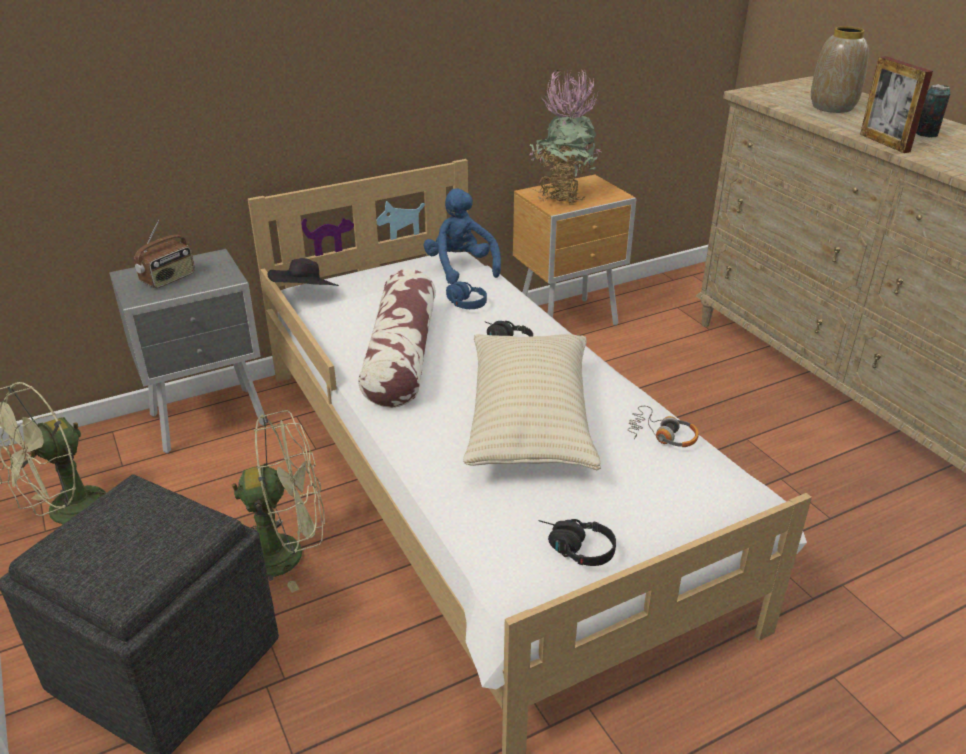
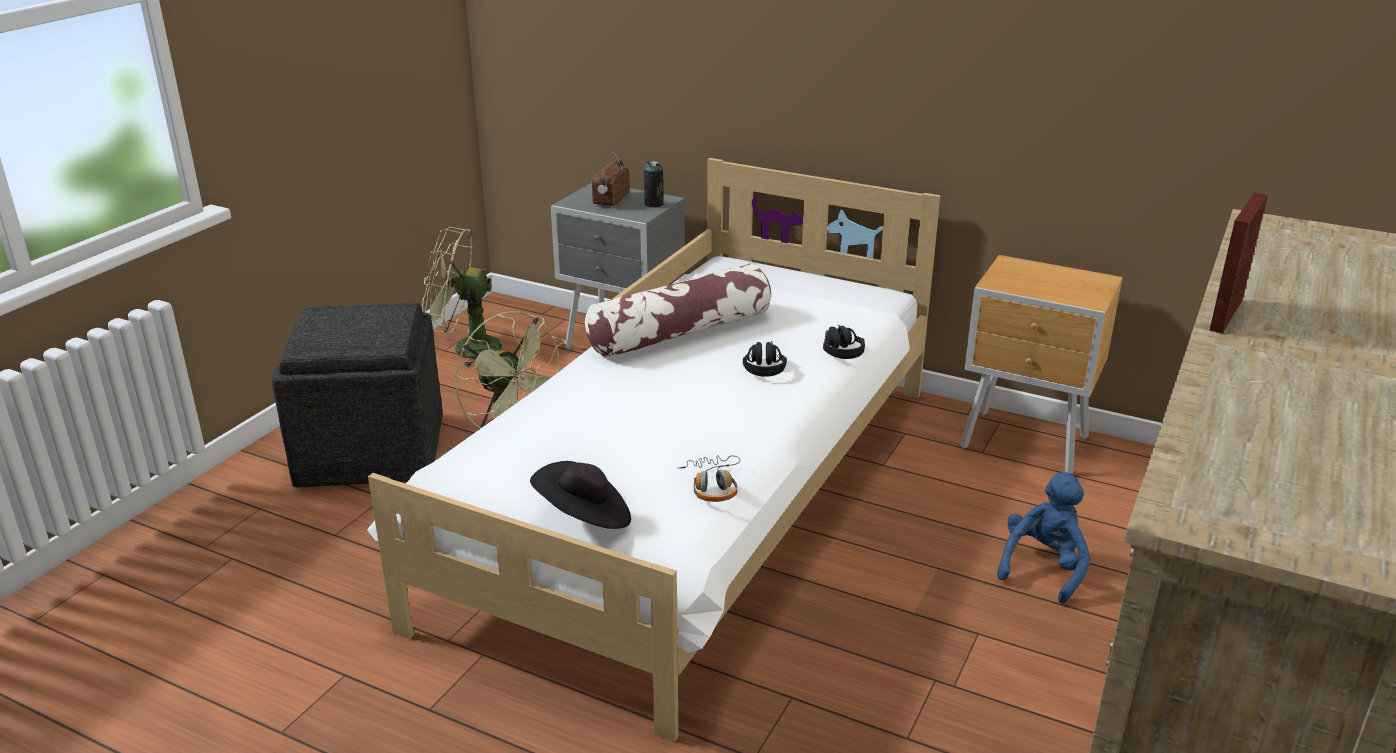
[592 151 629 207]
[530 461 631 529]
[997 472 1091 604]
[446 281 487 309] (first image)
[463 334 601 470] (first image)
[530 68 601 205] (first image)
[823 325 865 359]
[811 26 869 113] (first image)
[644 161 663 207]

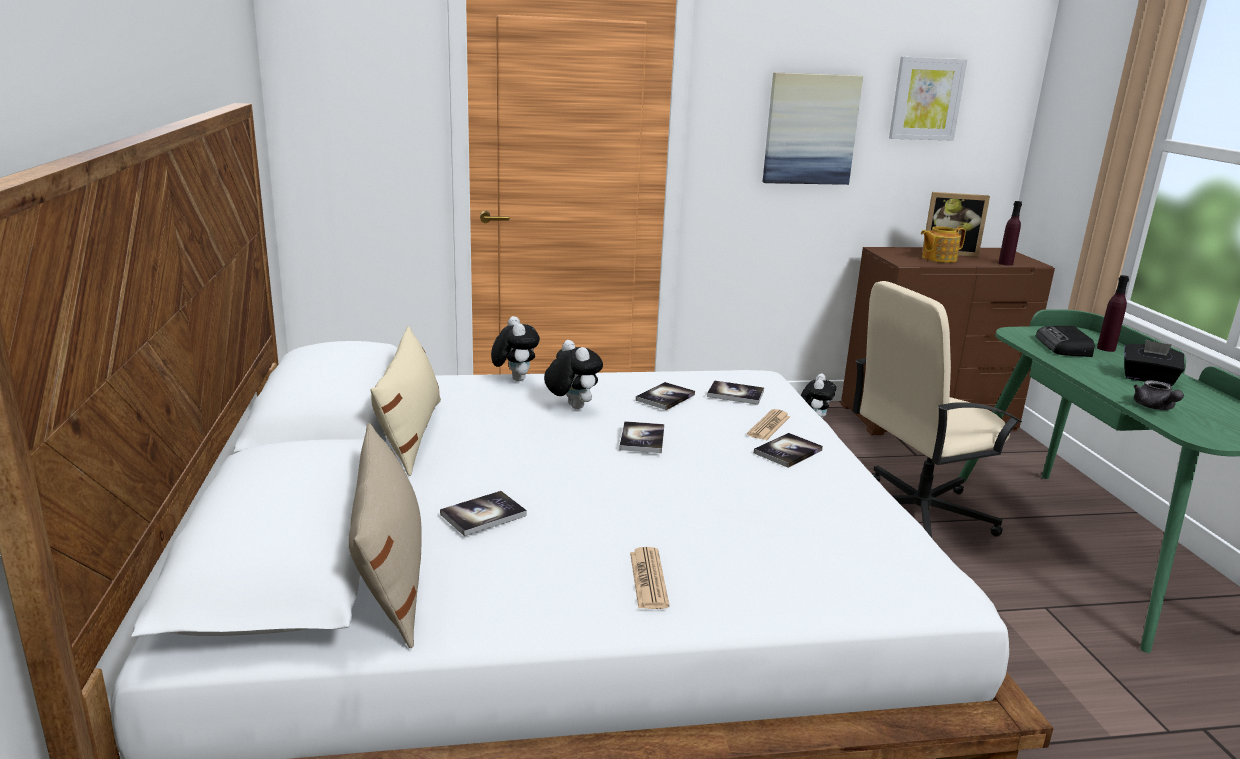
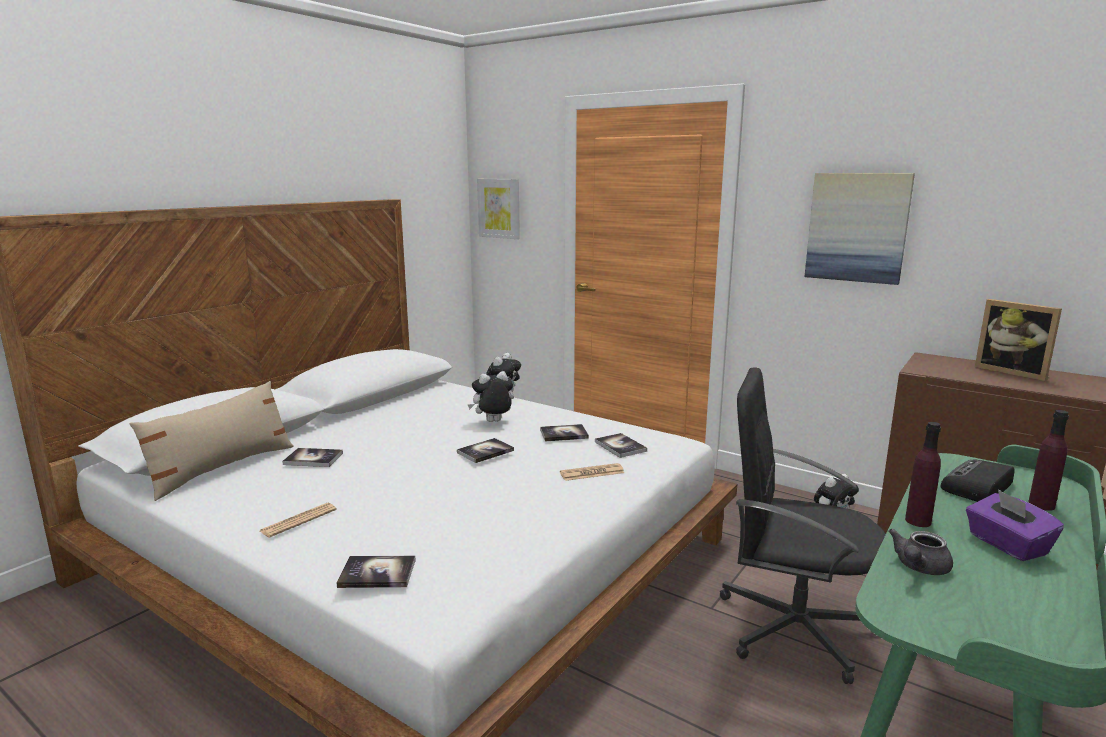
[371 326 441 476] (first image)
[468 371 514 422]
[337 556 416 588]
[720 368 886 684]
[477 179 520 239]
[921 226 966 263] (first image)
[905 422 941 527]
[966 489 1064 561]

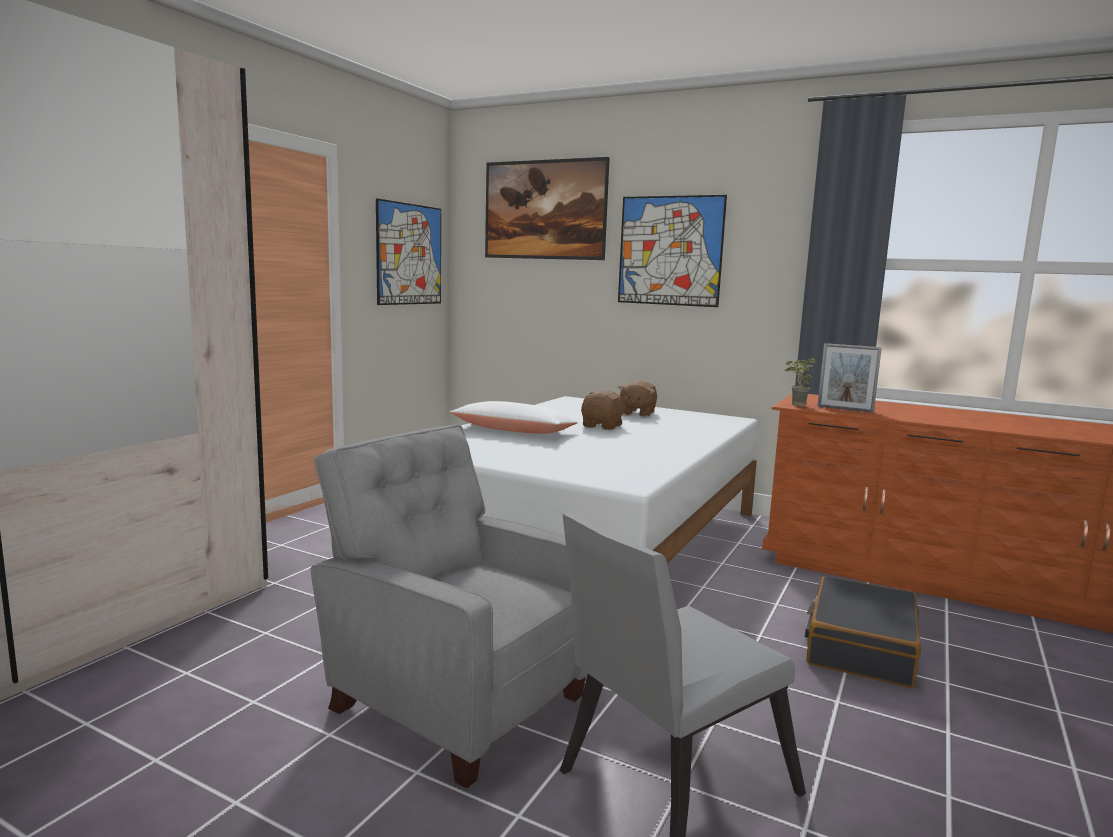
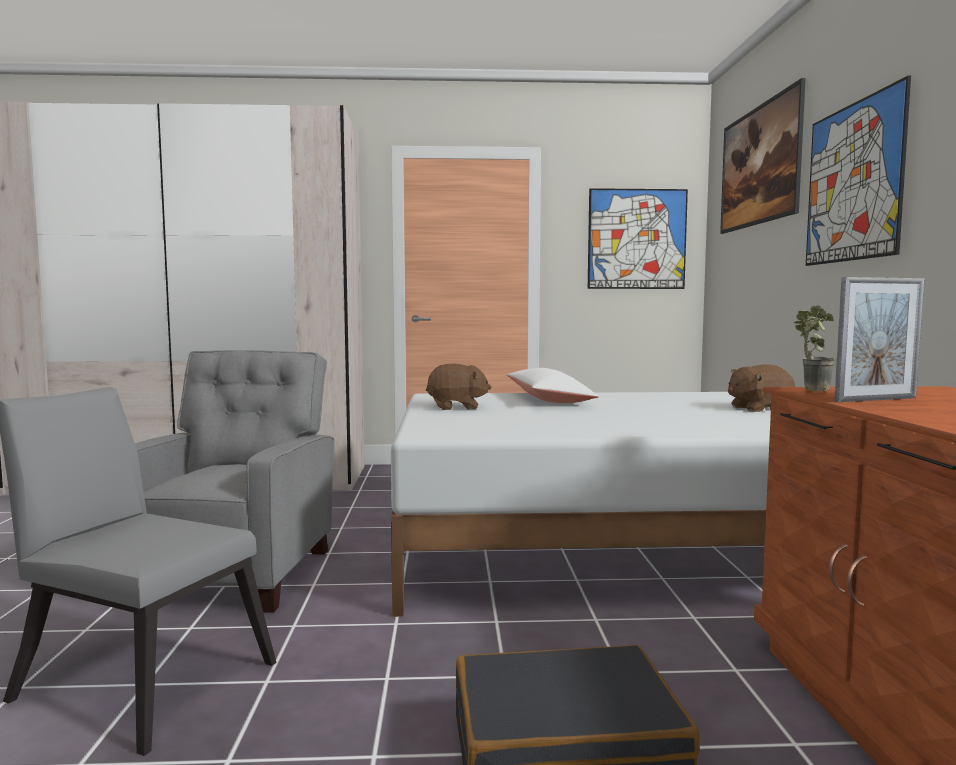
[426 364 492 410]
[834 277 924 402]

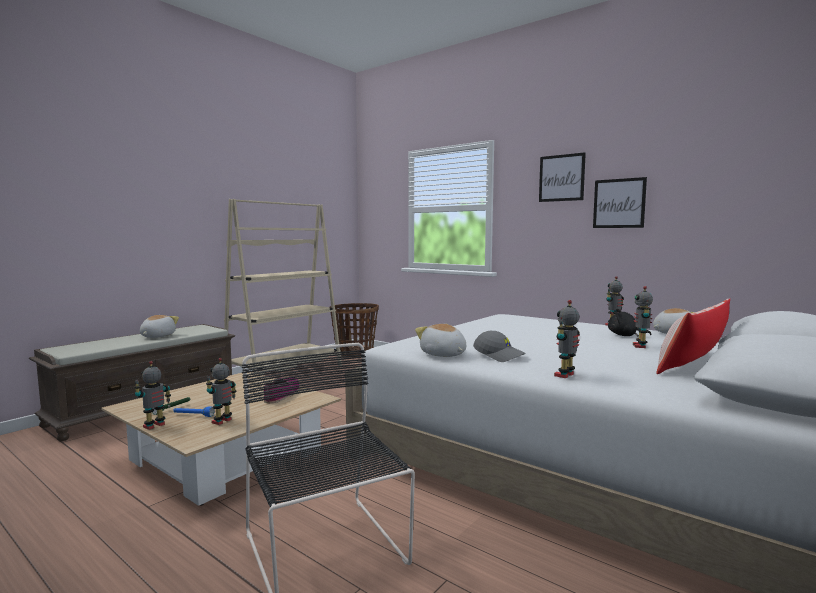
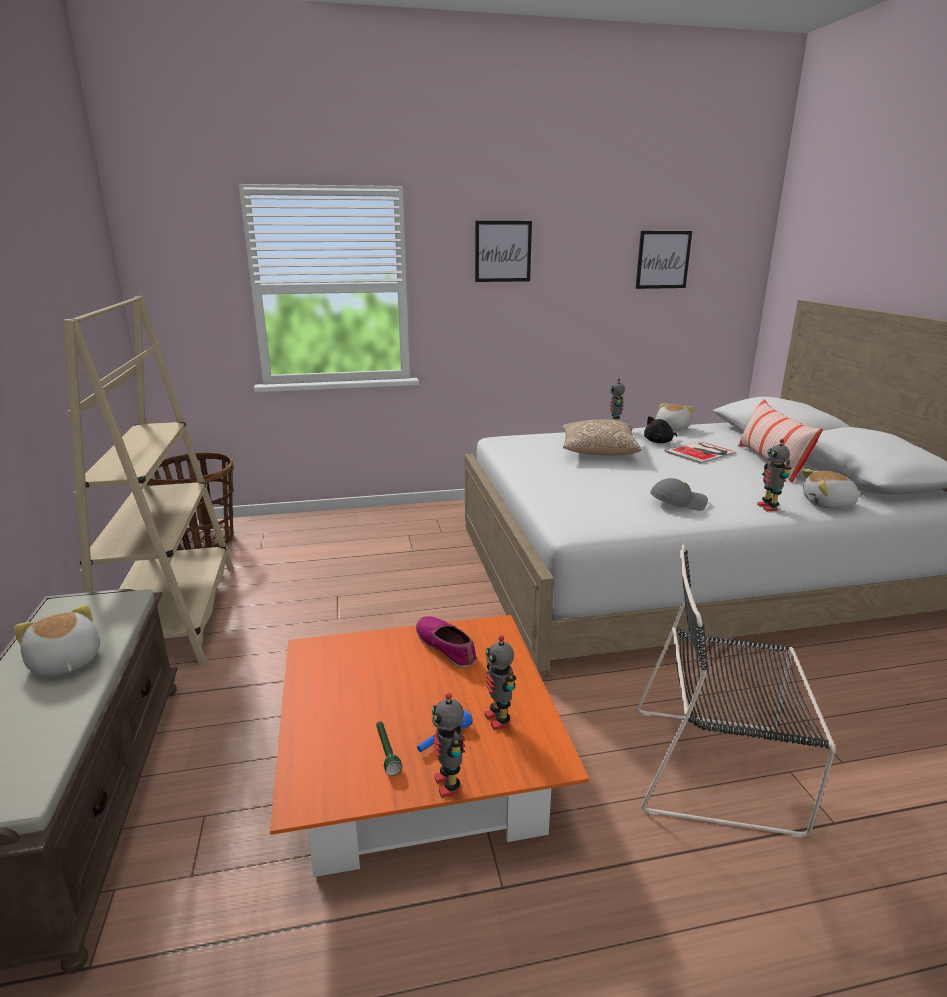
[270 615 589 877]
[802 469 863 509]
[636 231 692 289]
[665 441 736 464]
[562 420 641 456]

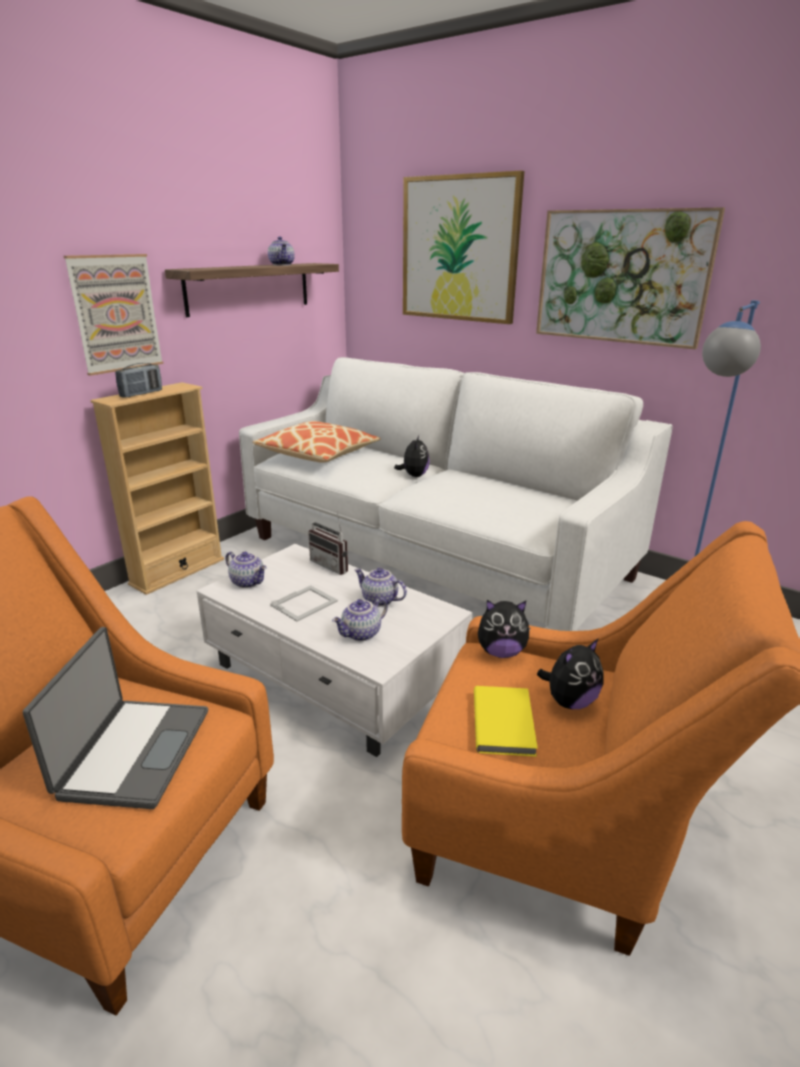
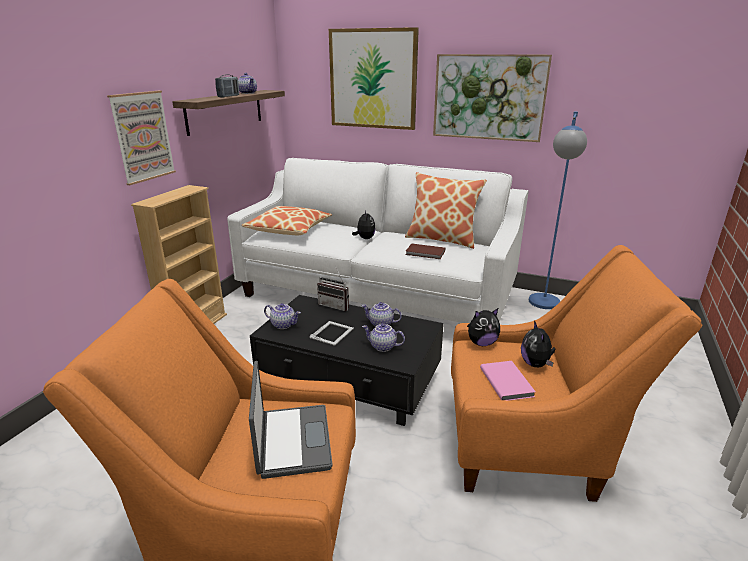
[215 74 239 97]
[250 295 444 426]
[362 323 405 352]
[480 361 536 400]
[521 321 555 368]
[405 172 487 249]
[406 243 445 259]

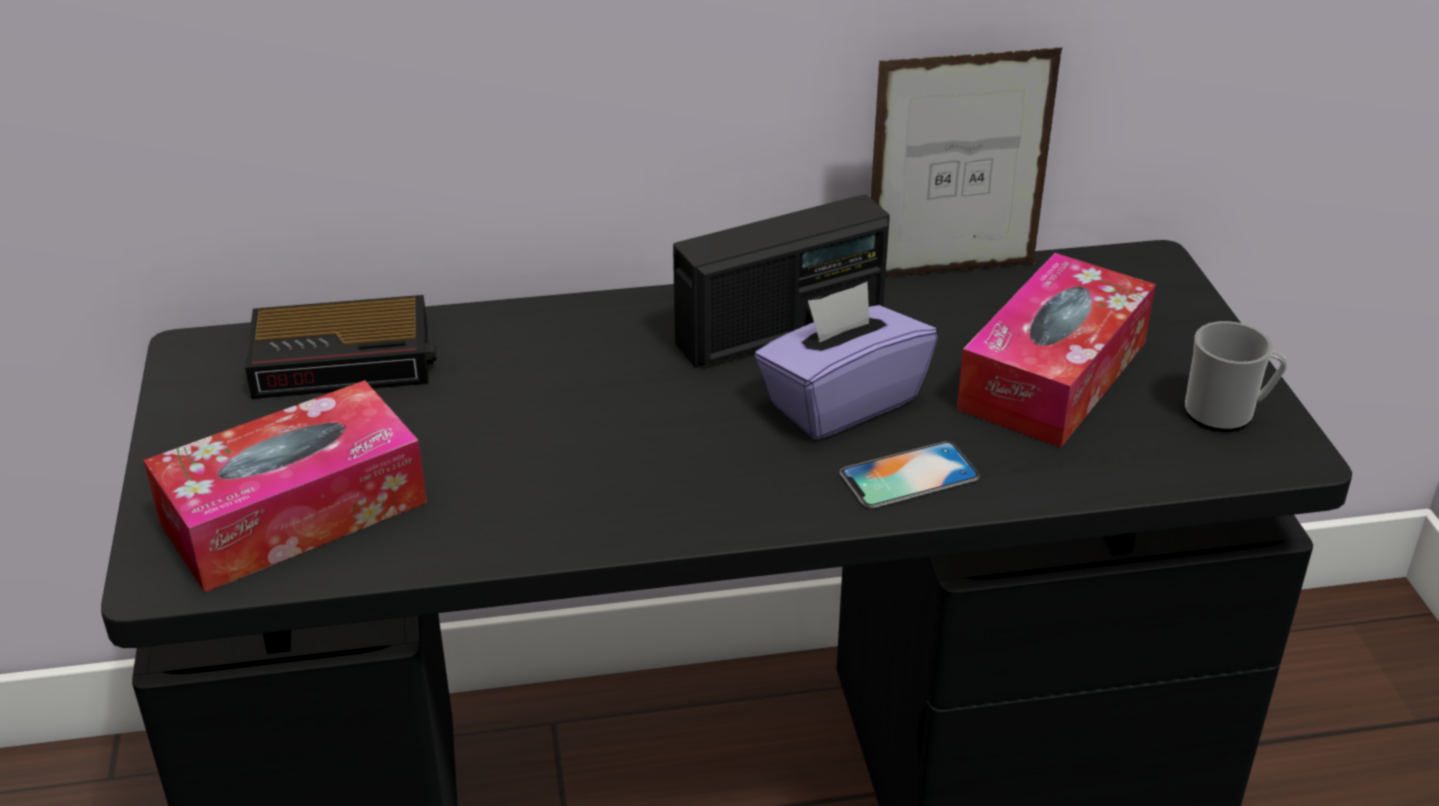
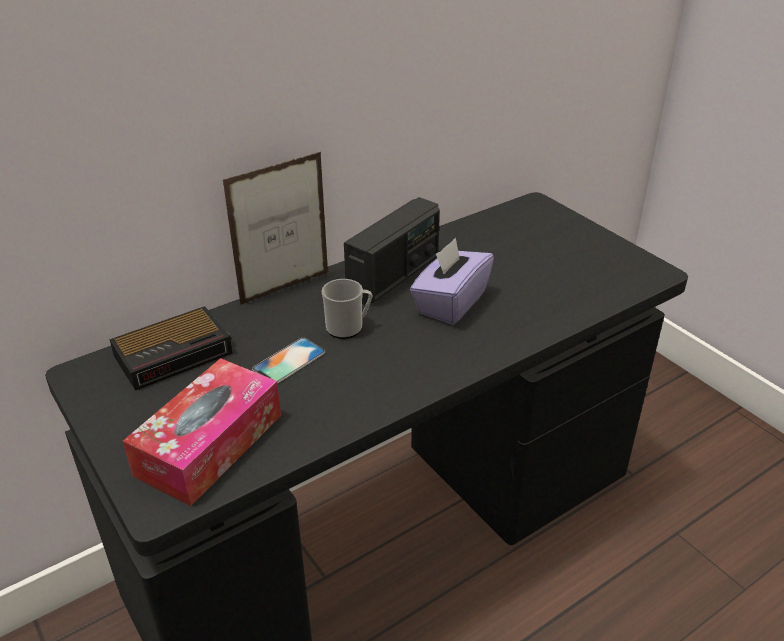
[252 338 326 384]
[223 152 329 305]
[957 253 1156 448] (first image)
[322 279 372 339]

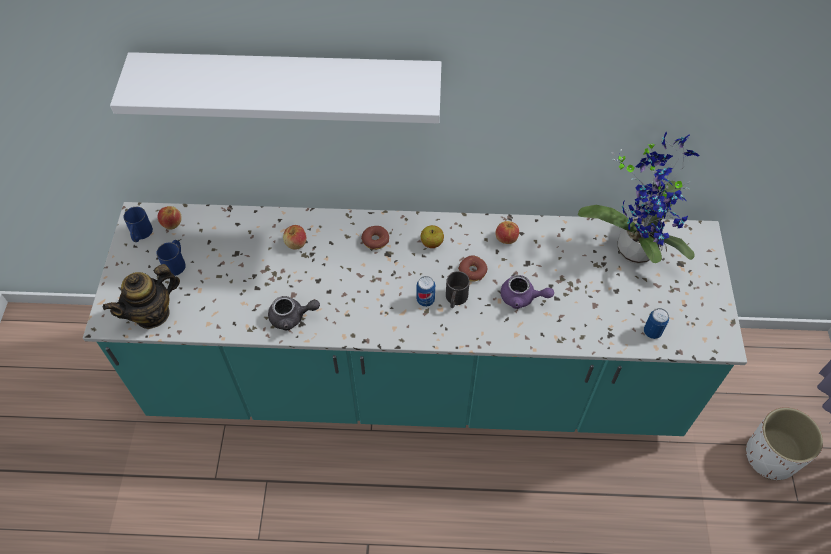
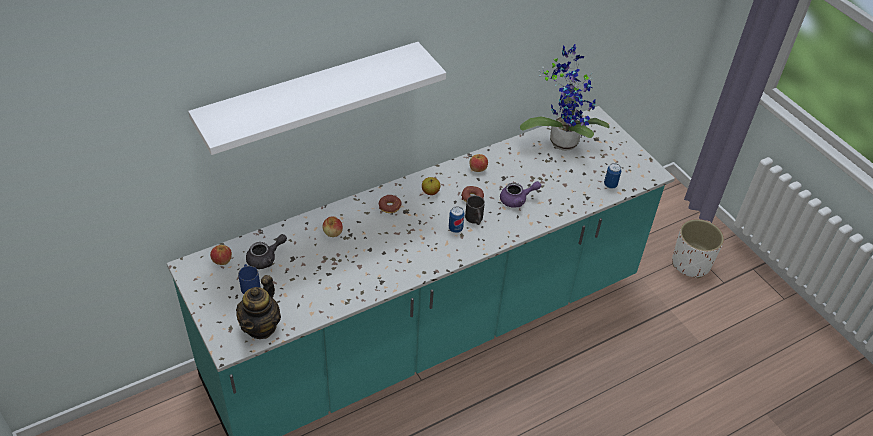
[123 207 153 242] (first image)
[246 234 287 269]

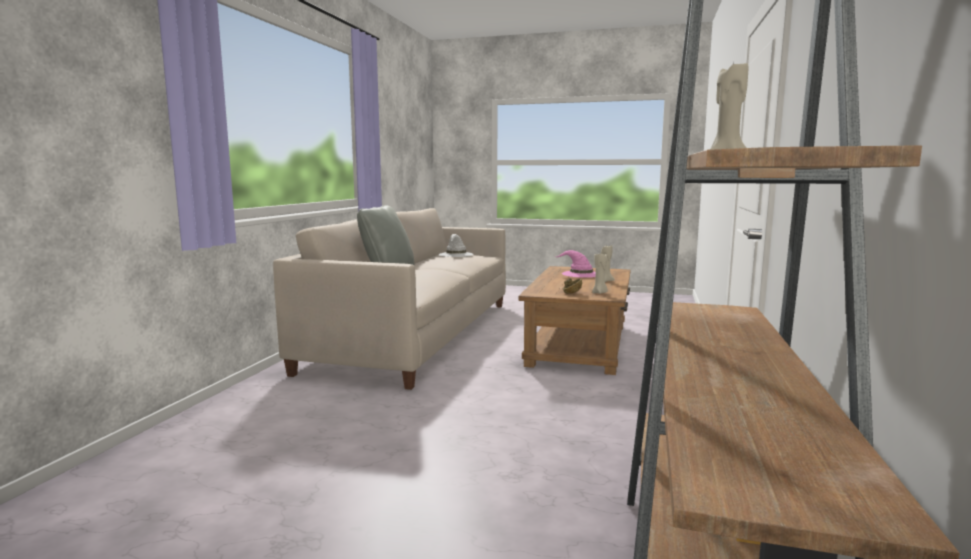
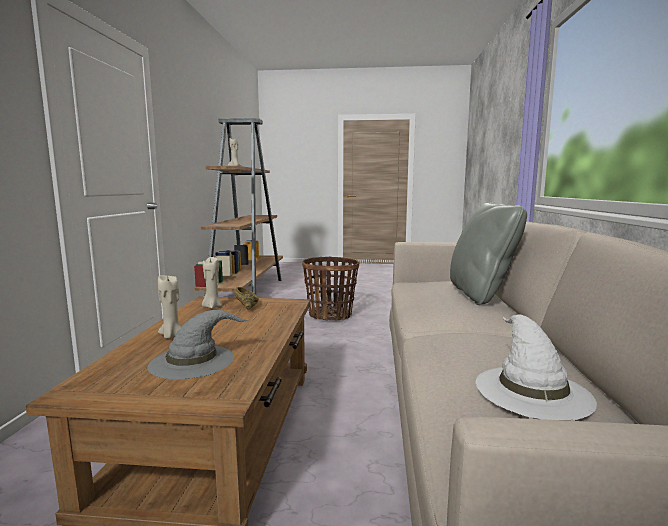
[148 310 250 380]
[302 257 359 321]

